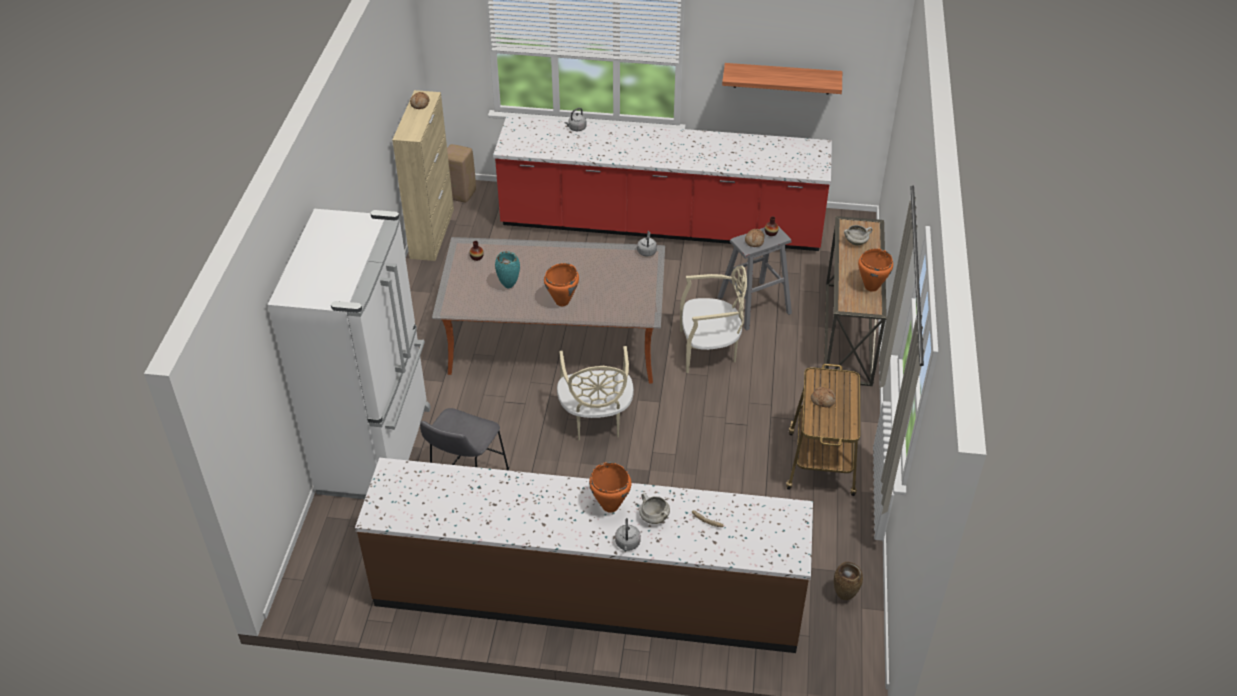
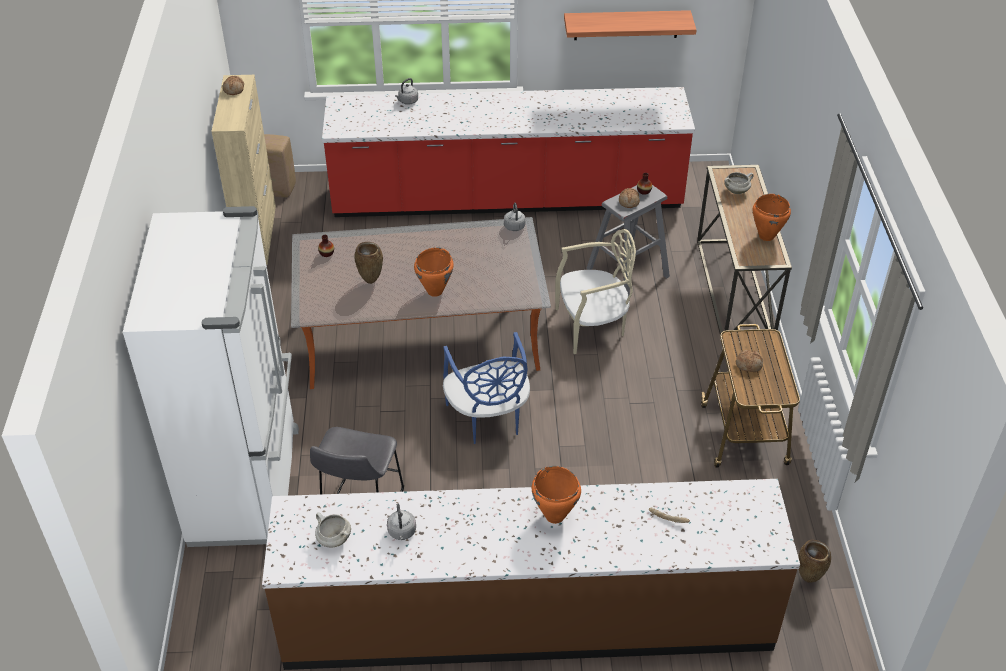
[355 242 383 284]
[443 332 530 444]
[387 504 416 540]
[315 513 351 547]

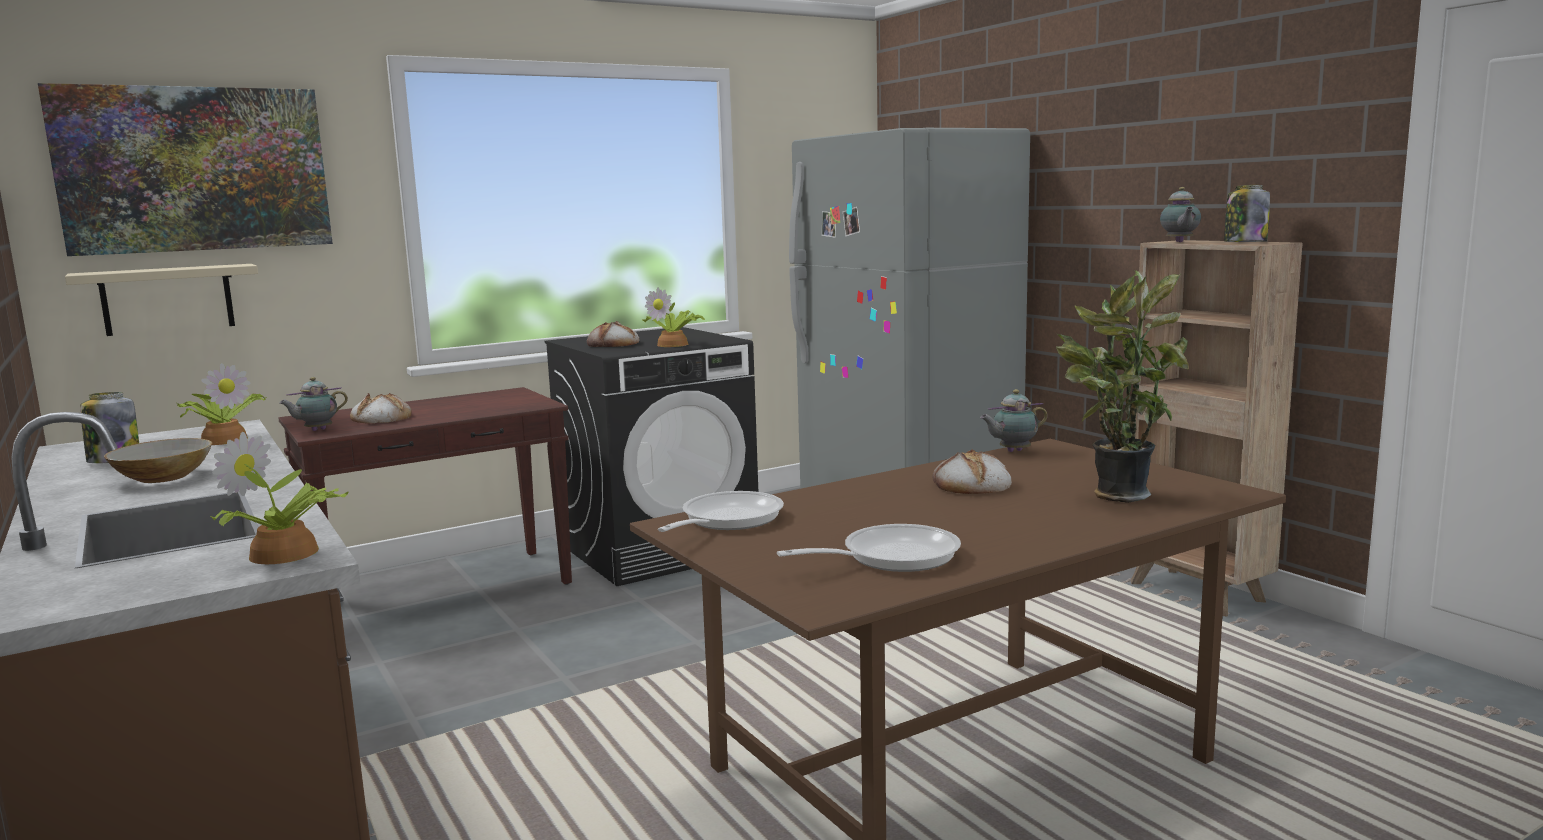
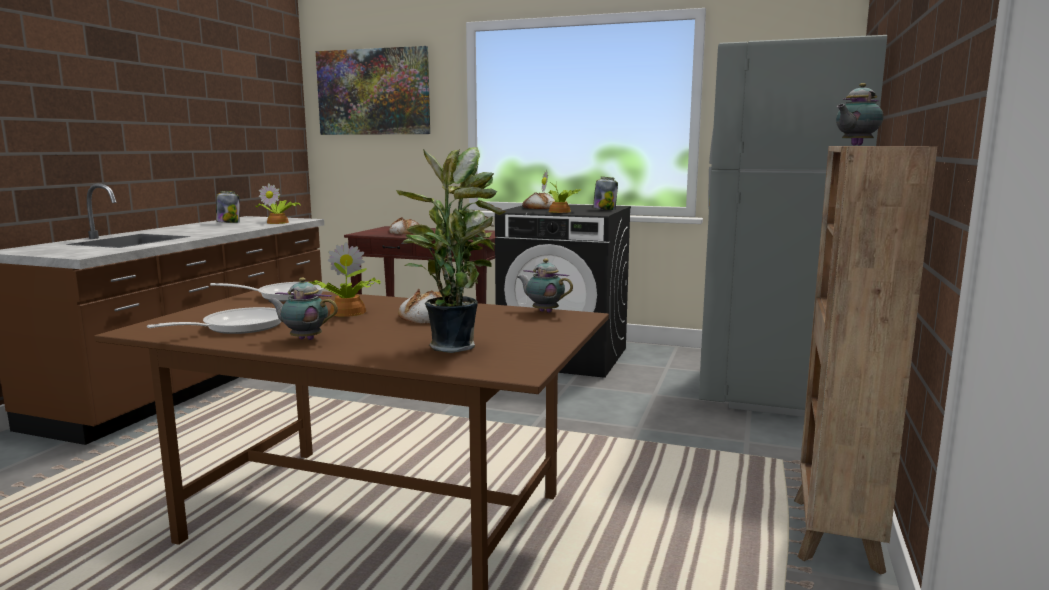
[65 264 258 336] (first image)
[104 438 212 483] (first image)
[309 242 381 317]
[269 278 338 340]
[147 307 282 334]
[593 177 618 210]

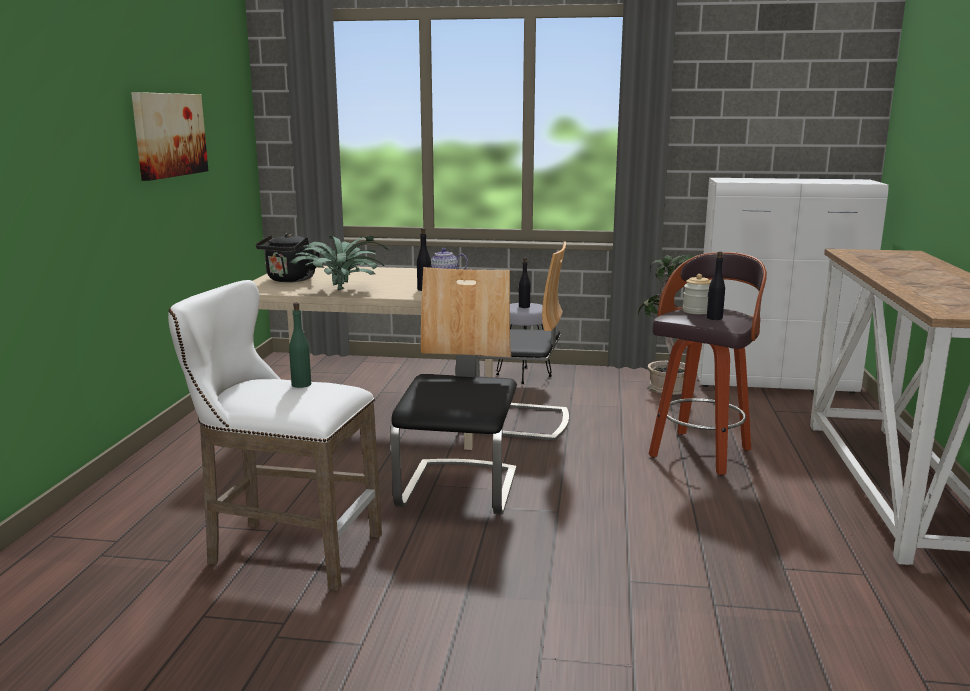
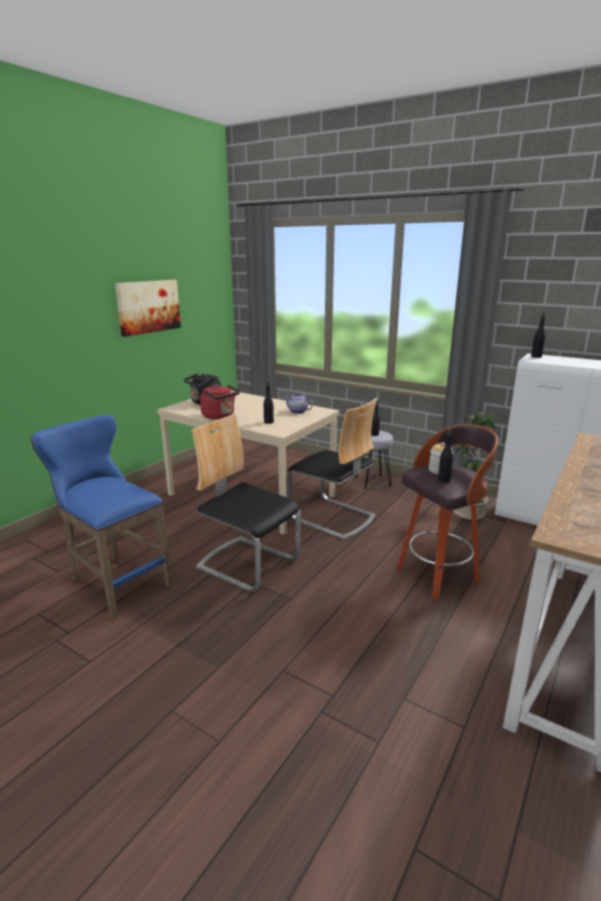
[31 415 173 619]
[289 303 311 388] (first image)
[200 384 240 419]
[192 414 301 592]
[531 313 545 358]

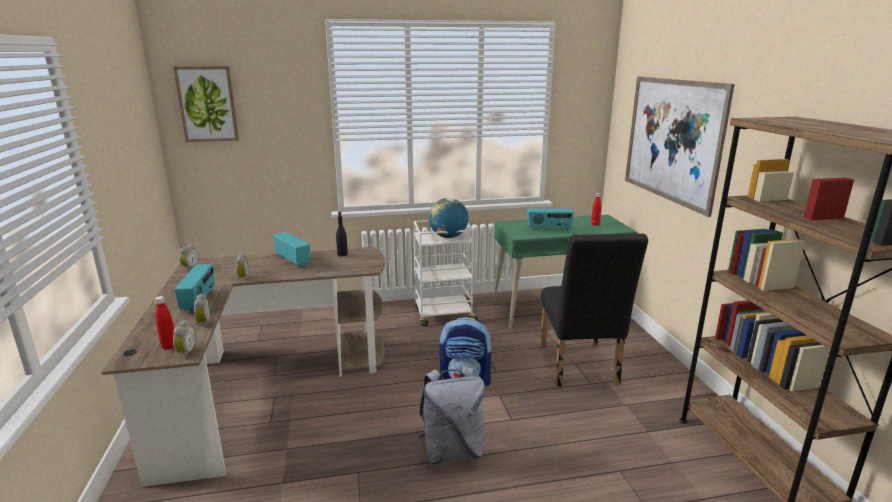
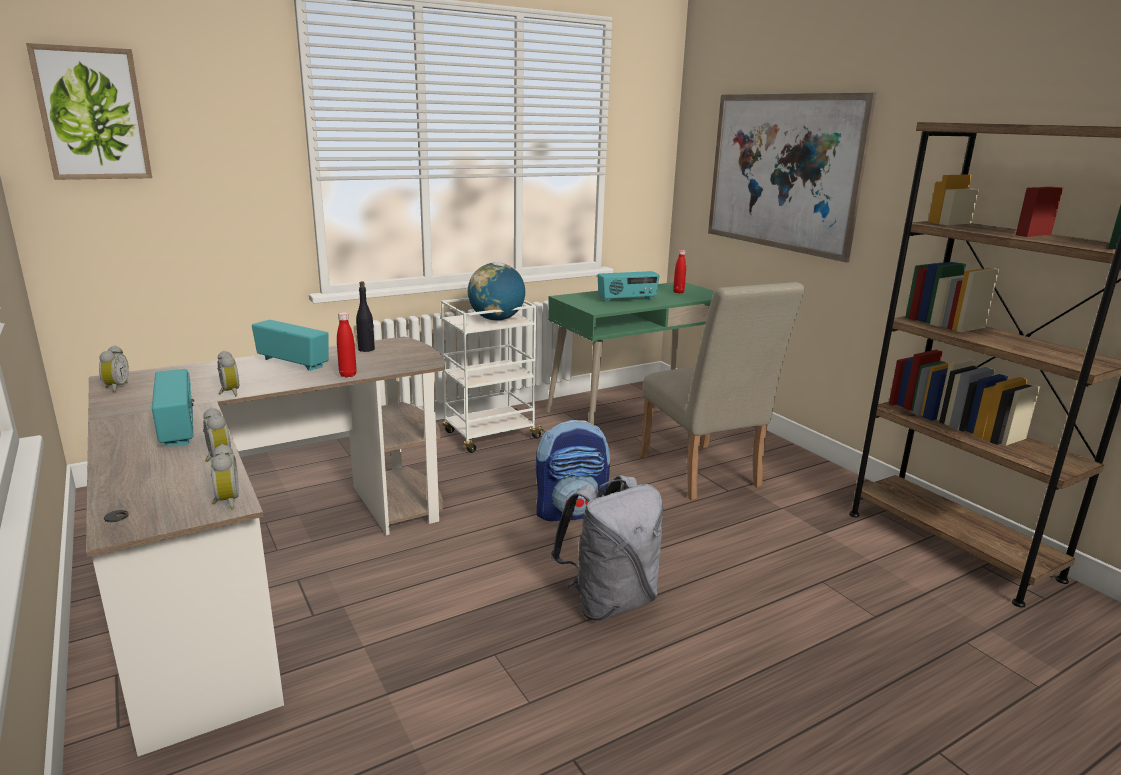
[337 312 357 377]
[640 282 805 500]

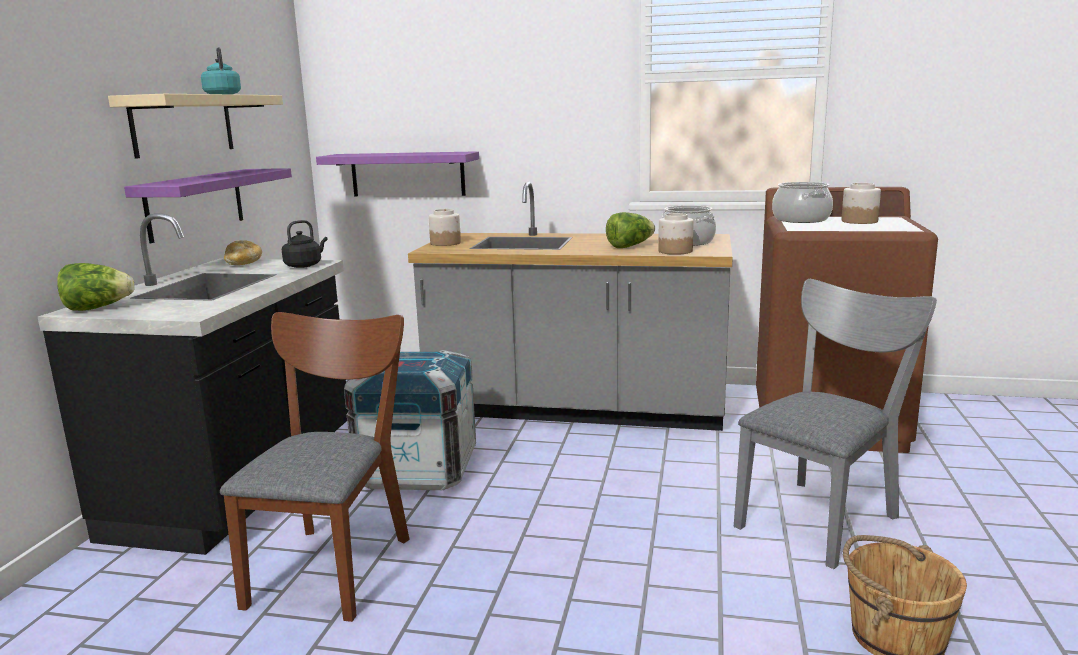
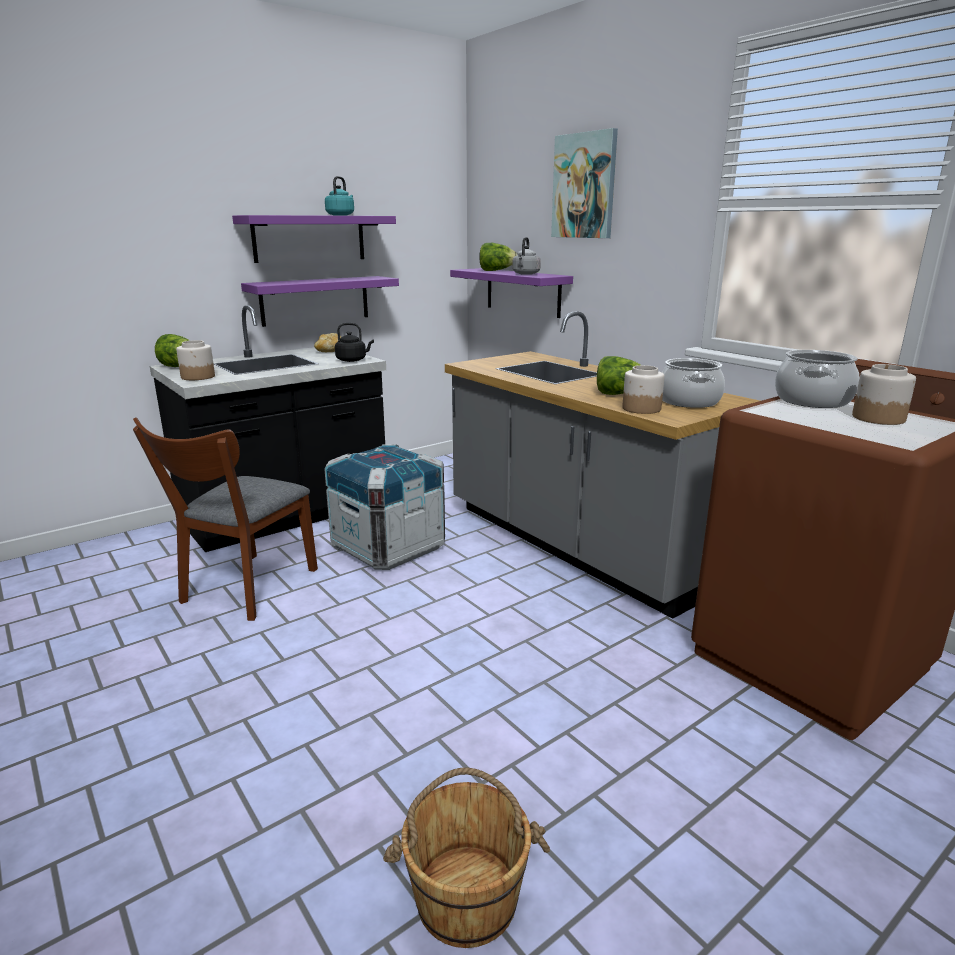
[232 215 396 263]
[133 417 318 621]
[176 340 215 380]
[734 279 937 569] (first image)
[480 243 517 271]
[512 237 541 275]
[551 128 618 238]

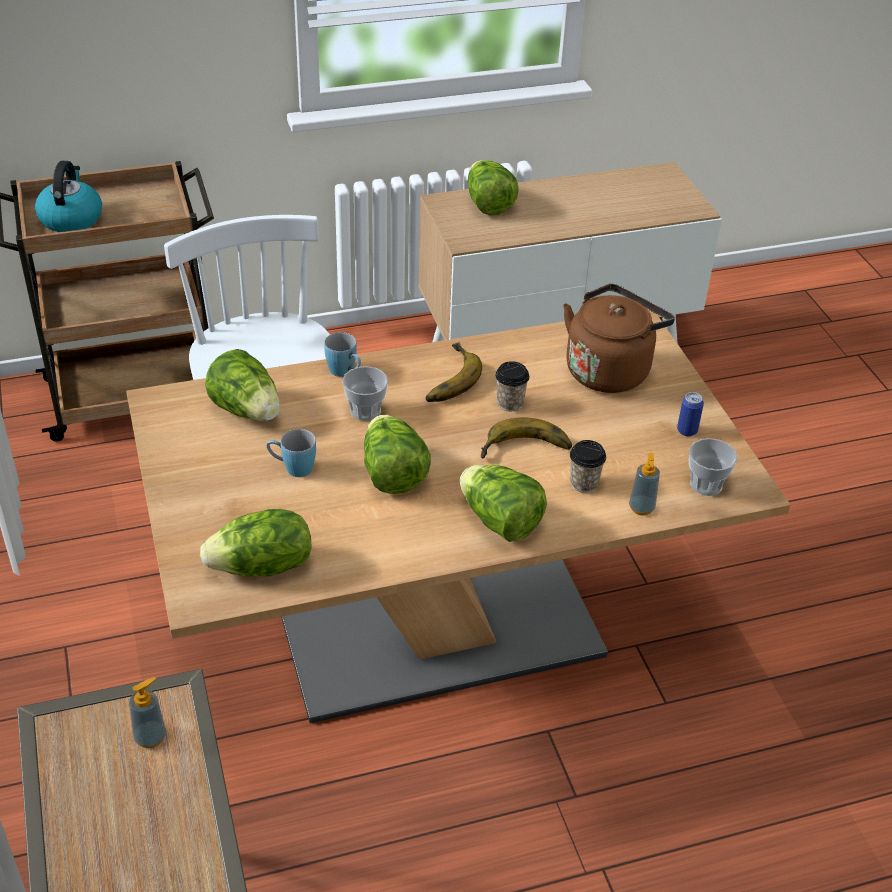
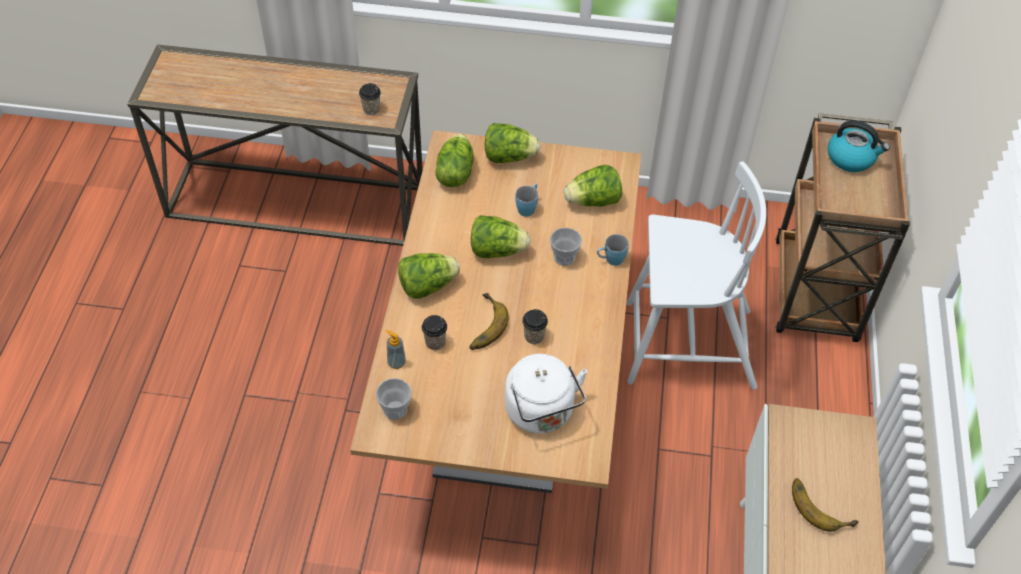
[359 83 381 115]
[792 478 858 532]
[485 123 540 163]
[505 354 588 433]
[677 392 704 436] (first image)

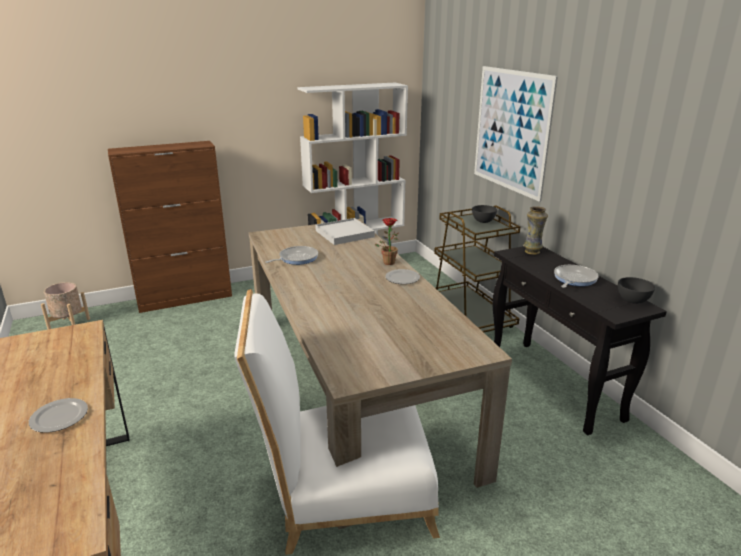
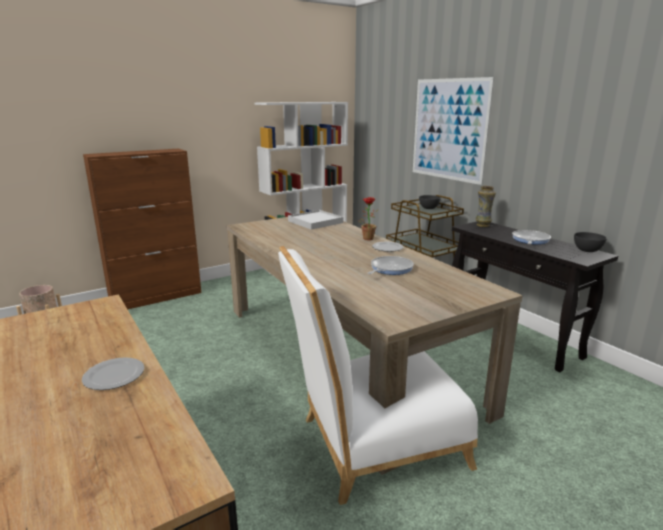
[368 256 414 275]

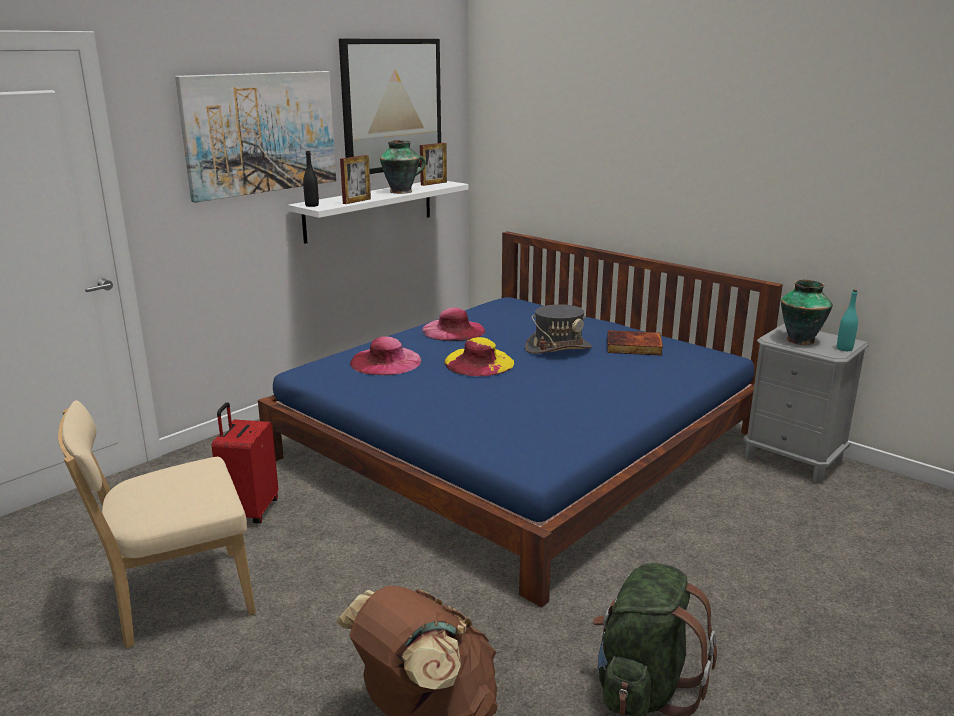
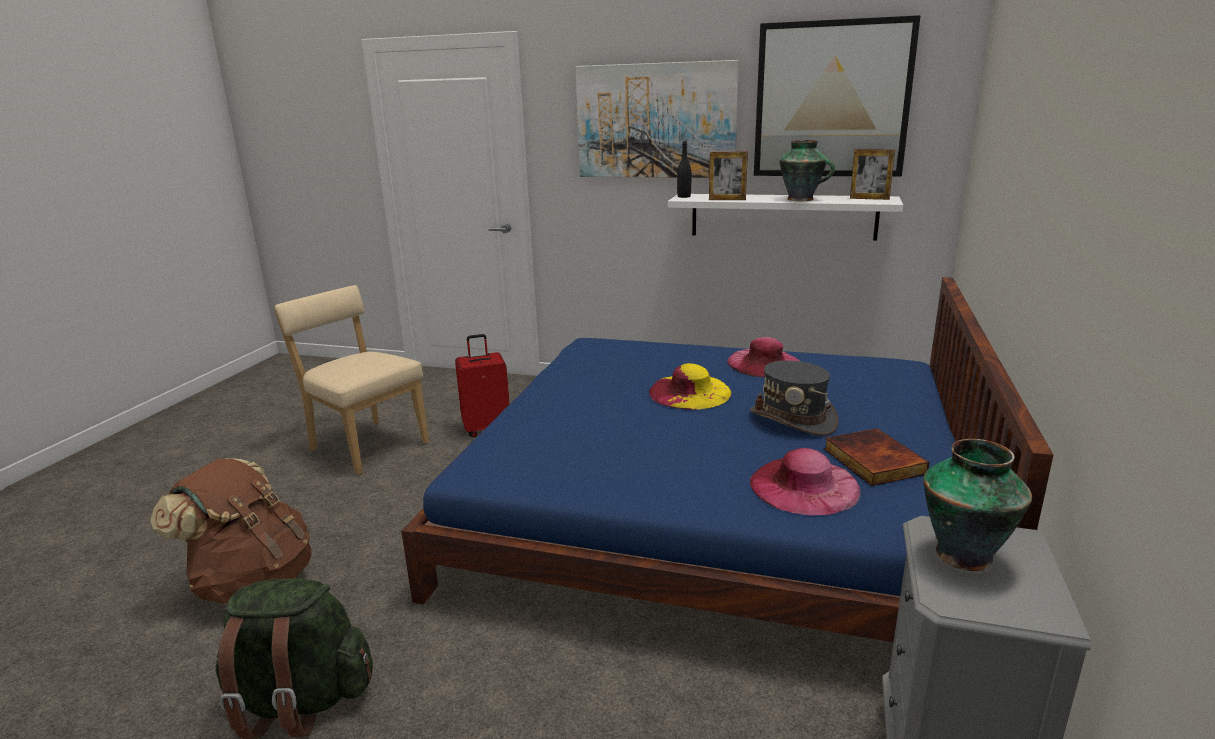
[750 448 861 516]
[837 290 858 351] (first image)

